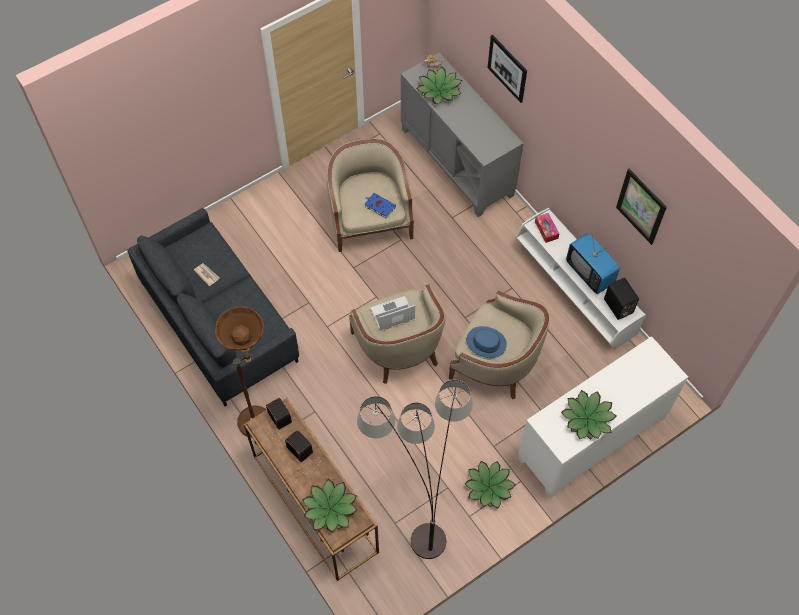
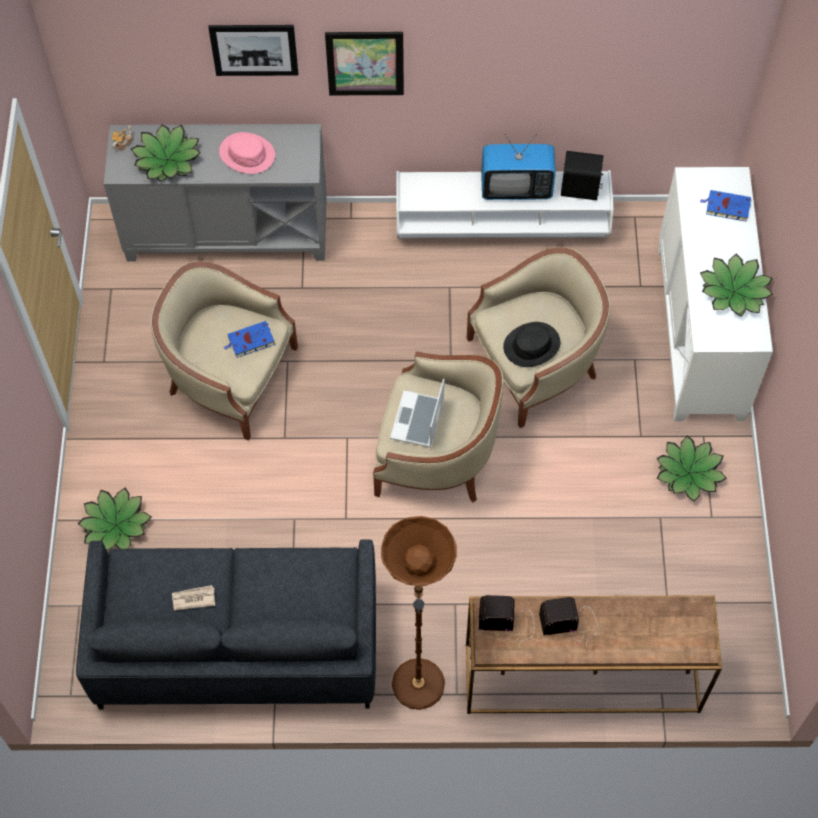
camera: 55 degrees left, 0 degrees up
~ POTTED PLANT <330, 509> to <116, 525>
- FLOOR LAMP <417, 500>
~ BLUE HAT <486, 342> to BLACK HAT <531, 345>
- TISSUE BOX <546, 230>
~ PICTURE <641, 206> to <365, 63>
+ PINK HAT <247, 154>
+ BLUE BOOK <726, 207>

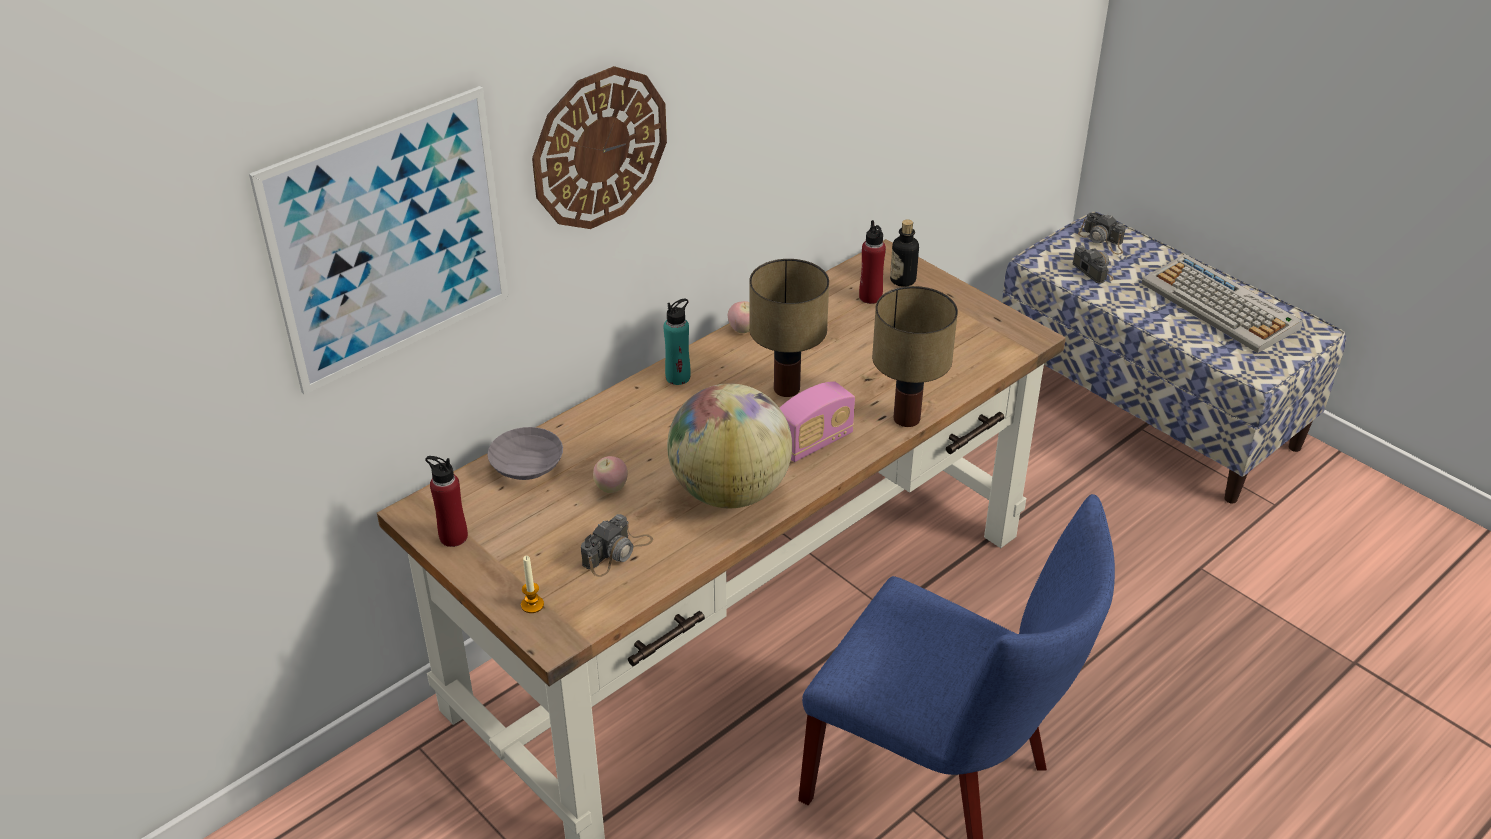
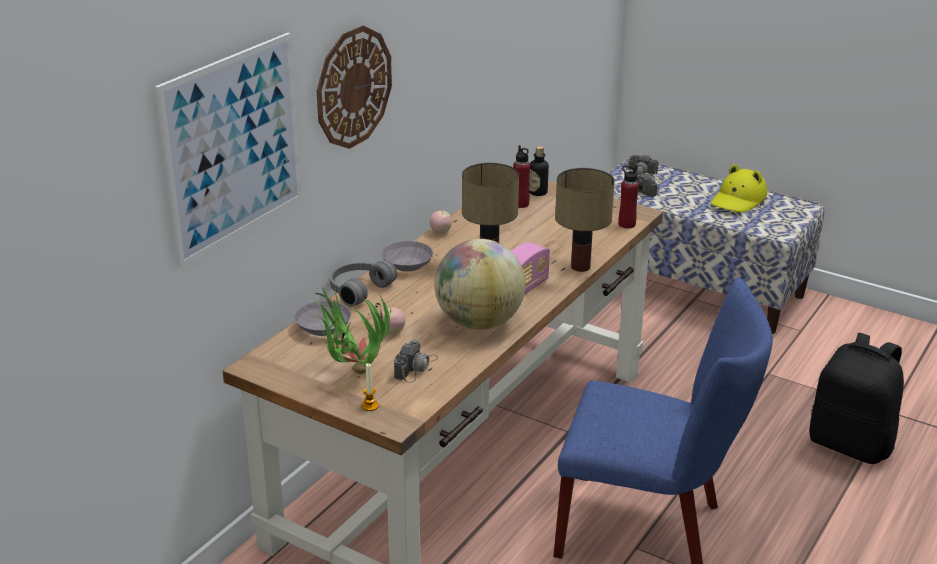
camera: 15 degrees left, 10 degrees down
~ RED BOTTLE <453, 537> to <626, 224>
~ TURQUOISE BOTTLE <678, 377> to GREY BOWL <408, 264>
~ KEYBOARD <1221, 306> to YELLOW HAT <738, 200>
+ POTTED PLANT <352, 375>
+ GREY HEADPHONES <358, 290>
+ BLACK BACKPACK <851, 444>

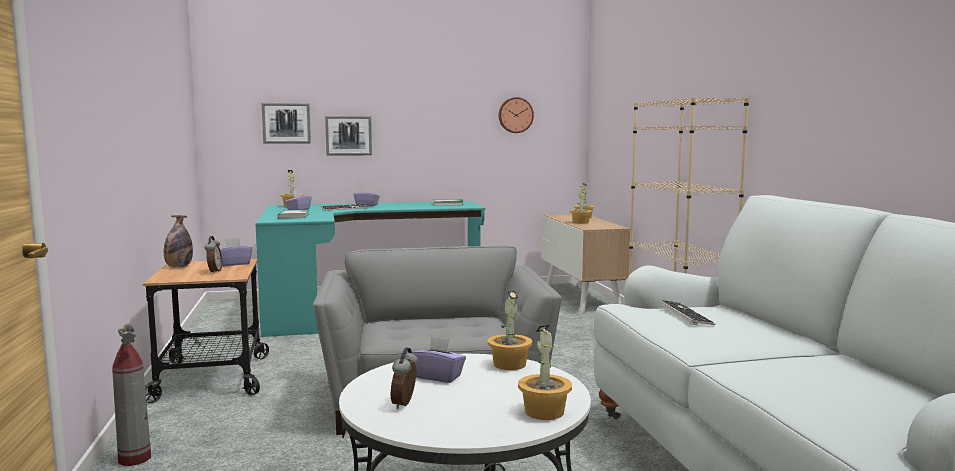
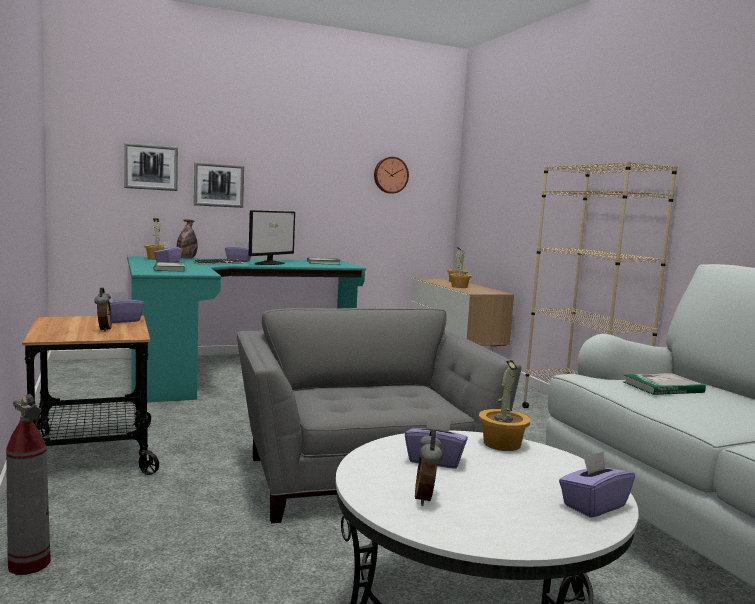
camera: 10 degrees left, 0 degrees up
~ BOTTLE <179, 267> to <186, 258>
~ POTTED PLANT <545, 412> to PURPLE TISSUE BOX <593, 506>
~ KEYBOARD <685, 314> to BOOK <663, 387>
+ MONITOR <270, 263>

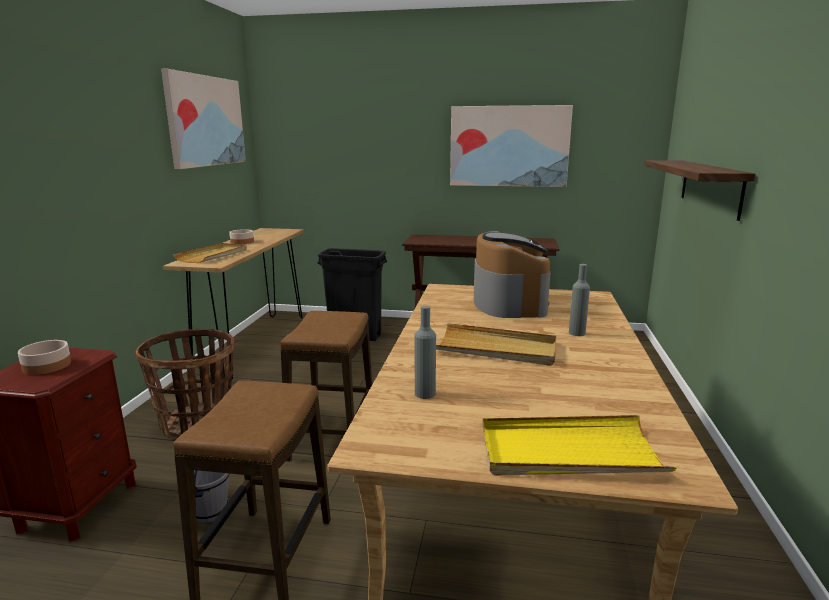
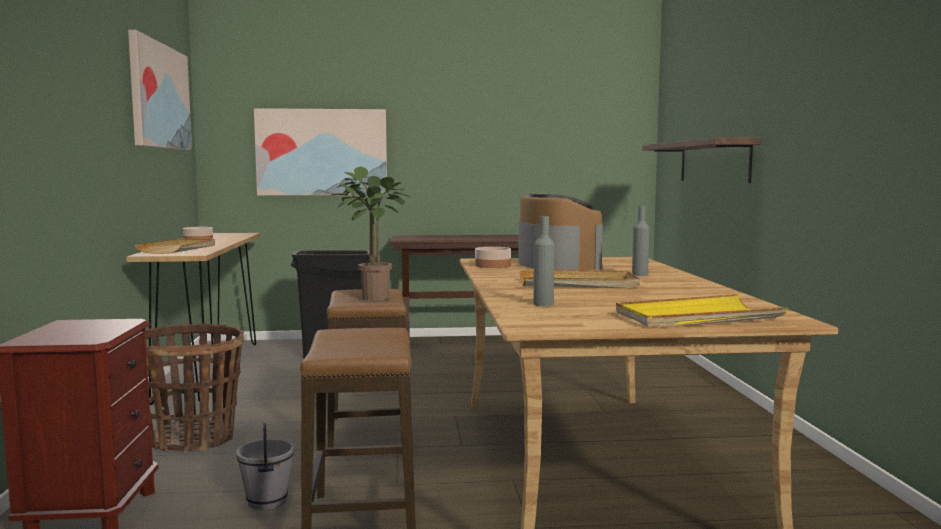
camera: 15 degrees left, 10 degrees down
~ BOWL <46, 366> to <492, 265>
~ PICTURE <509, 146> to <322, 152>
+ POTTED PLANT <370, 298>

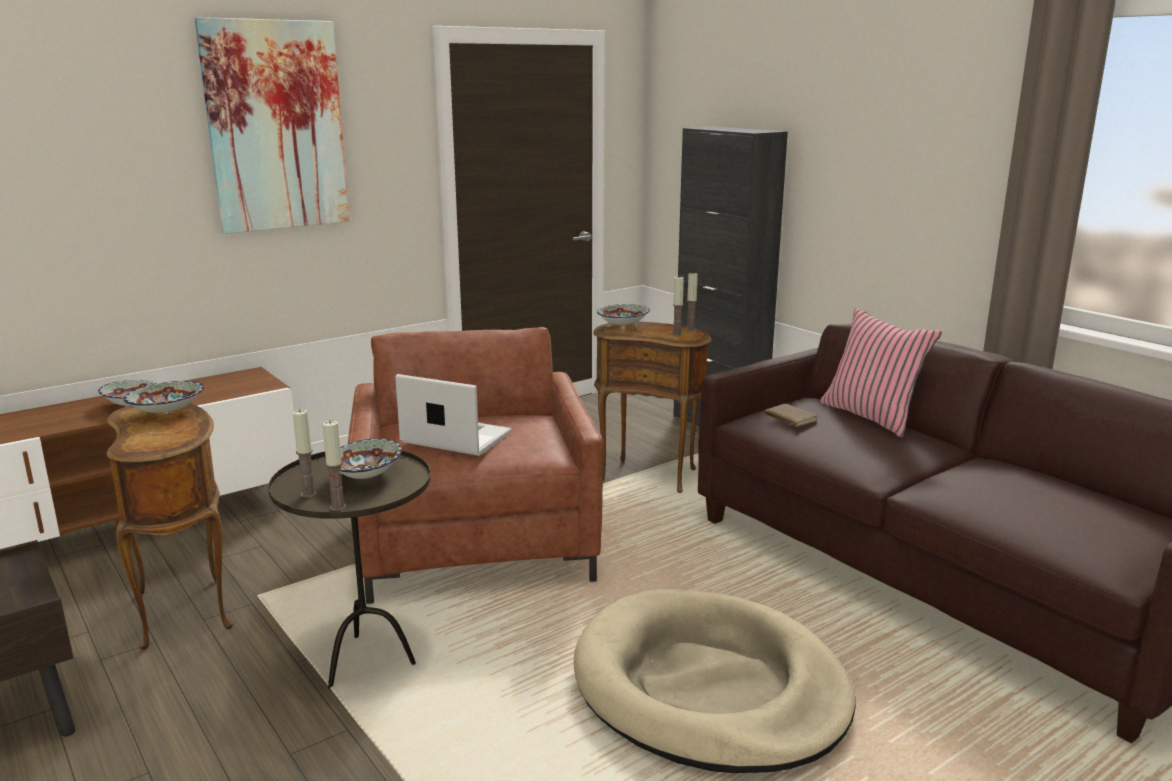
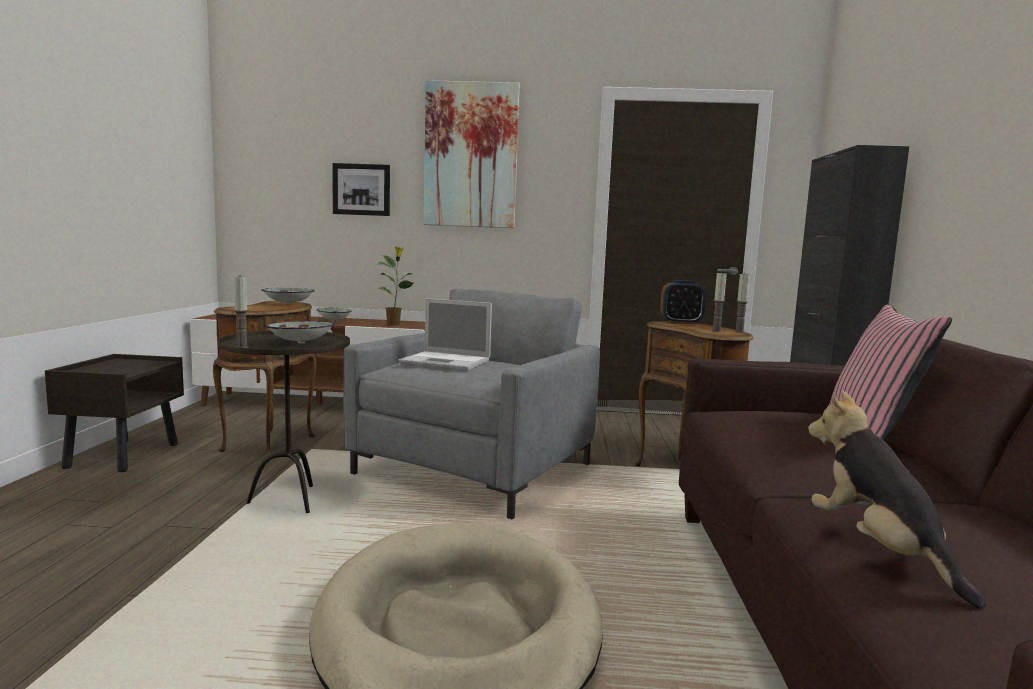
camera: 40 degrees right, 10 degrees down
- CANDLE <308, 494>
~ BROWN ARMCHAIR <476, 545> to GREY ARMCHAIR <475, 470>
~ LAPTOP <454, 437> = <447, 361> 135 degrees clockwise
~ BOWL <622, 325> to ALARM CLOCK <681, 322>
- BROWN BOOK <789, 418>
+ PICTURE <361, 189>
+ POTTED PLANT <394, 324>
+ PLUSH TOY <878, 551>

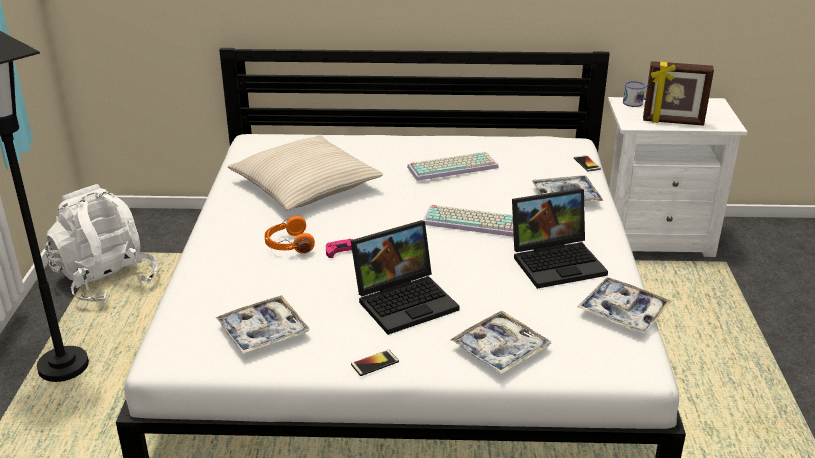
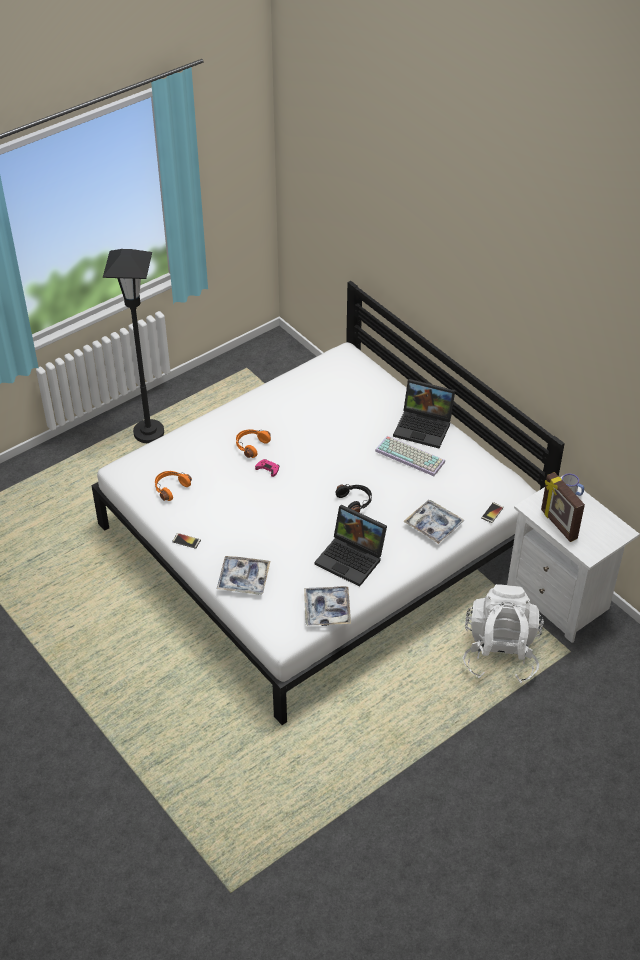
camera: 50 degrees right, 15 degrees up
~ WHITE BACKPACK <106, 280> to <500, 653>
~ TRAY <263, 332> to ORANGE HEADPHONES <170, 488>
- BEIGE PILLOW <306, 186>
~ LAPTOP <406, 300> to <424, 427>
~ KEYBOARD <474, 221> to BLACK HEADPHONES <355, 502>

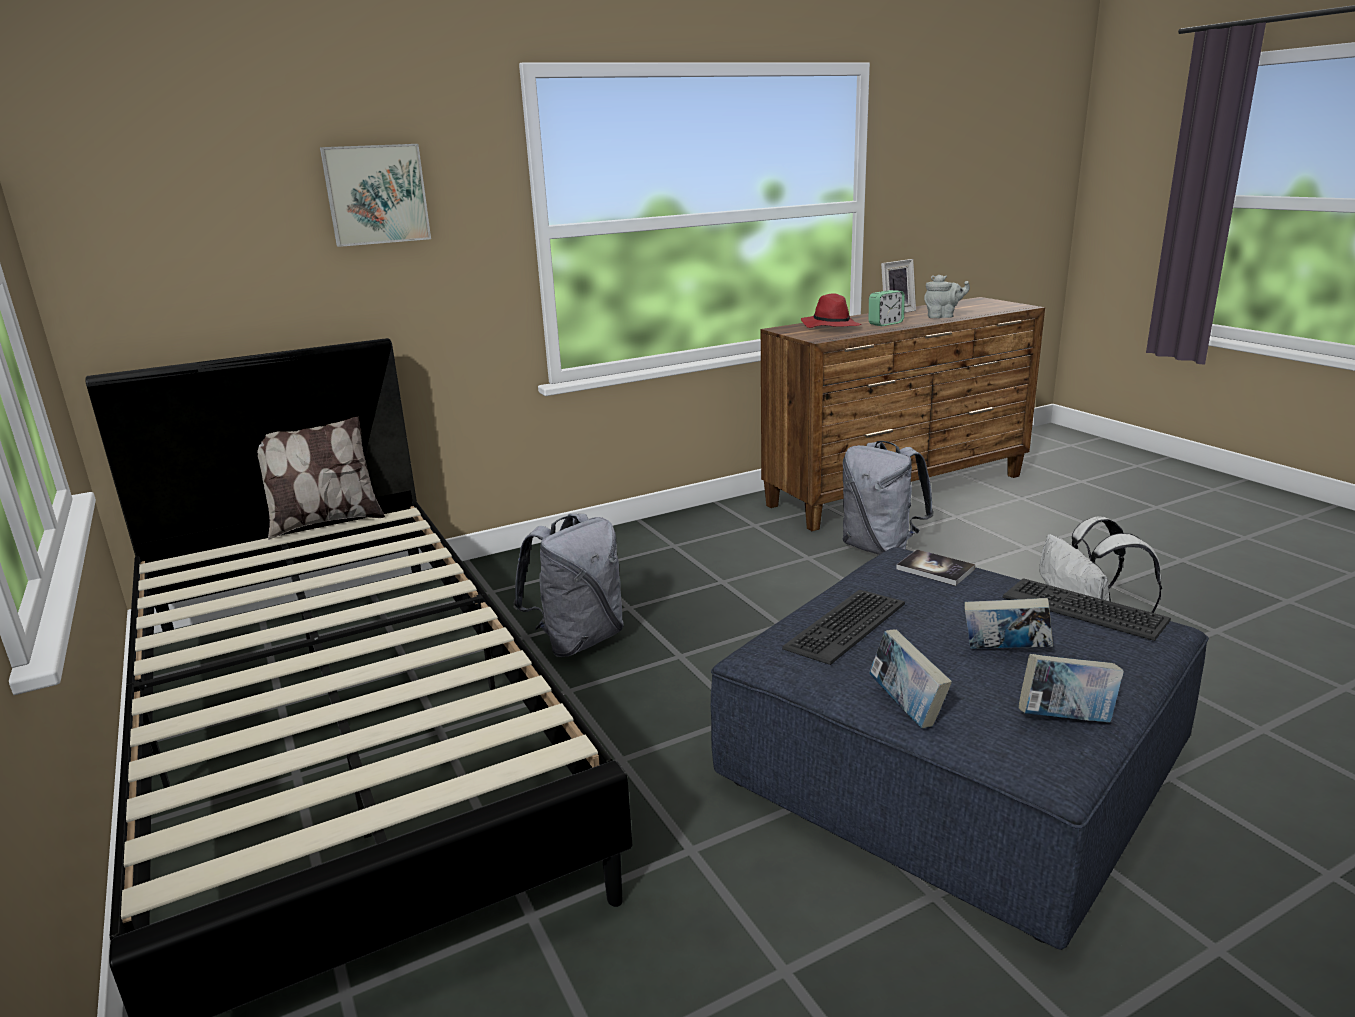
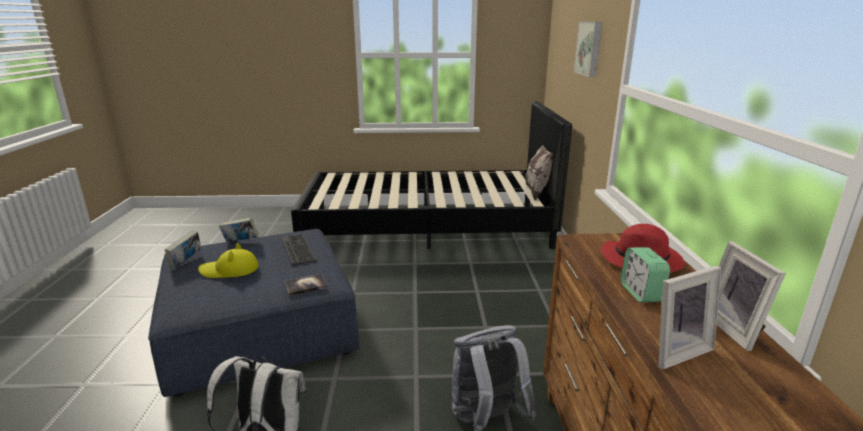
camera: 115 degrees right, 0 degrees up
- GREY BACKPACK <578, 640>
~ GREY TEAPOT <942, 317> to PICTURE FRAME <675, 350>
~ BOOK <1005, 652> to YELLOW HAT <229, 270>
- KEYBOARD <1084, 609>

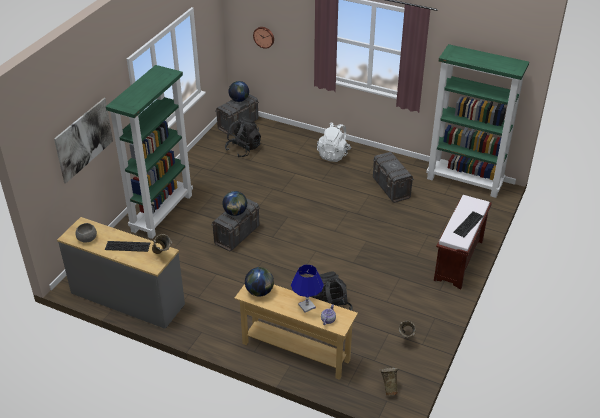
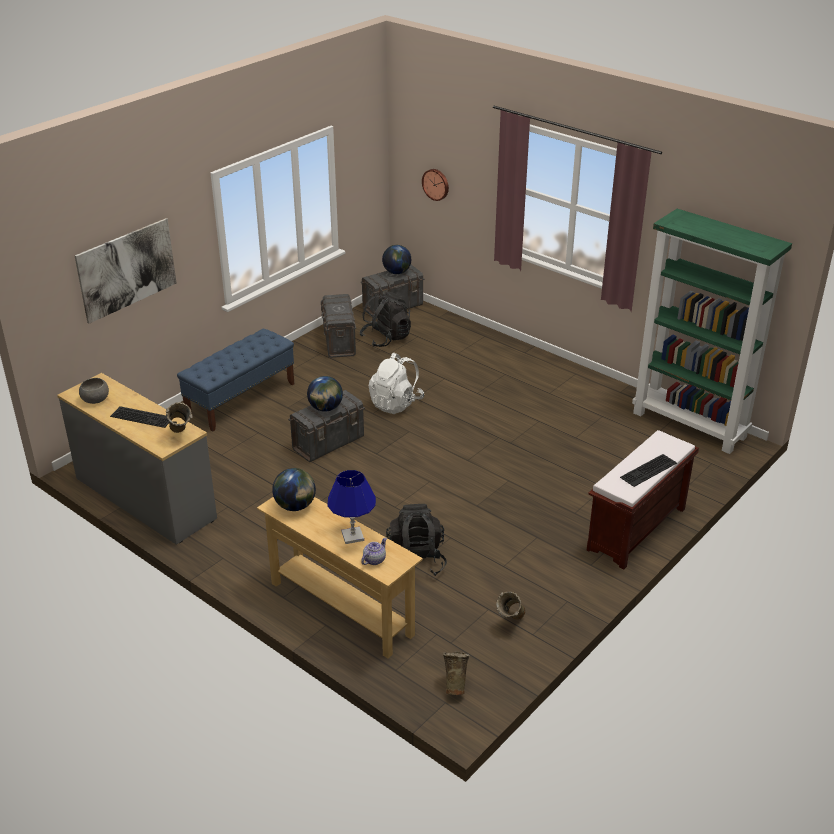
camera: 15 degrees right, 5 degrees down
~ GREEN BOOKCASE <162, 212> to BLUE BENCH <241, 399>
~ WHITE BACKPACK <333, 154> to <396, 403>
~ GREY STORAGE BOX <391, 188> to <339, 342>

